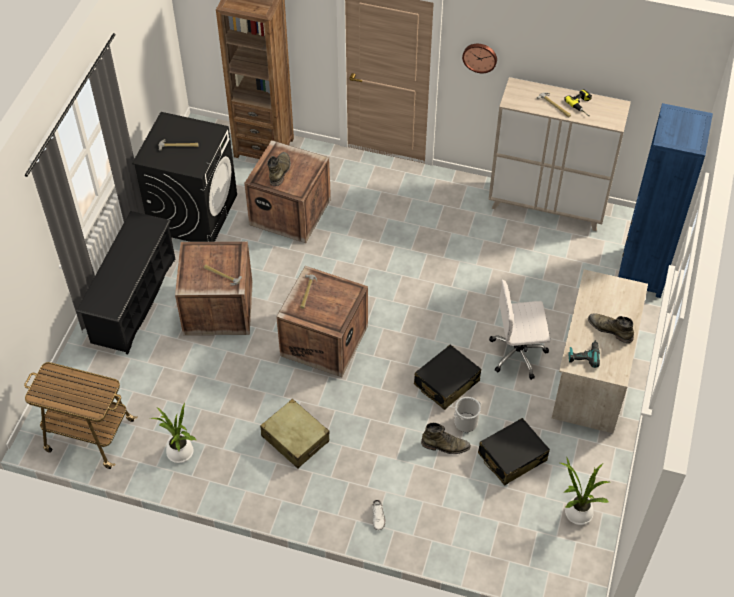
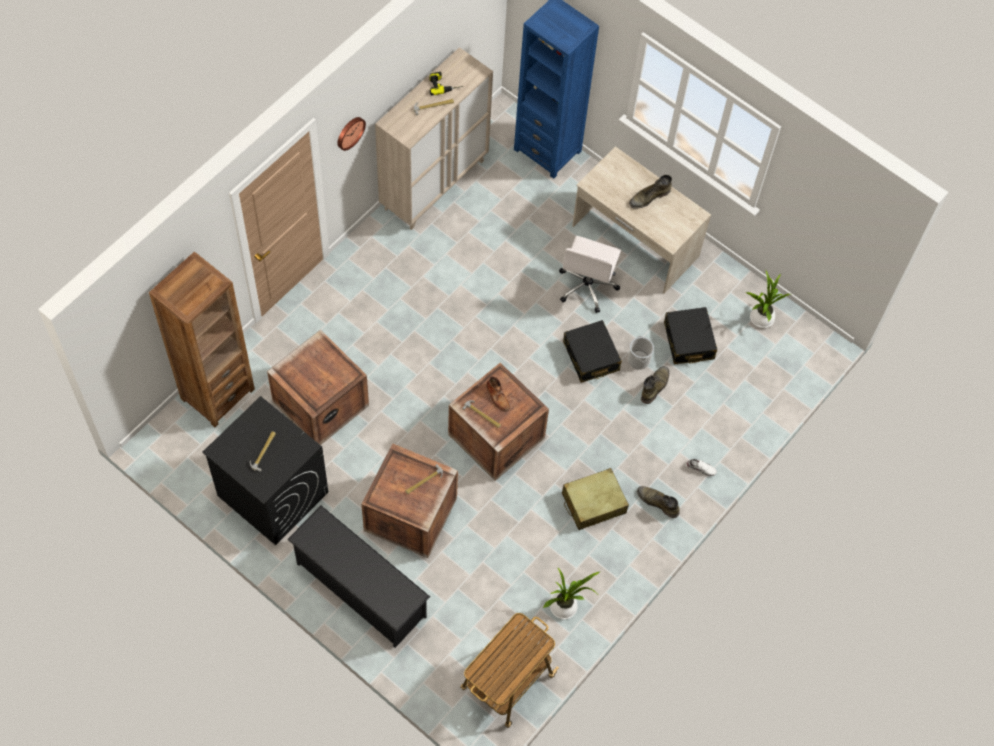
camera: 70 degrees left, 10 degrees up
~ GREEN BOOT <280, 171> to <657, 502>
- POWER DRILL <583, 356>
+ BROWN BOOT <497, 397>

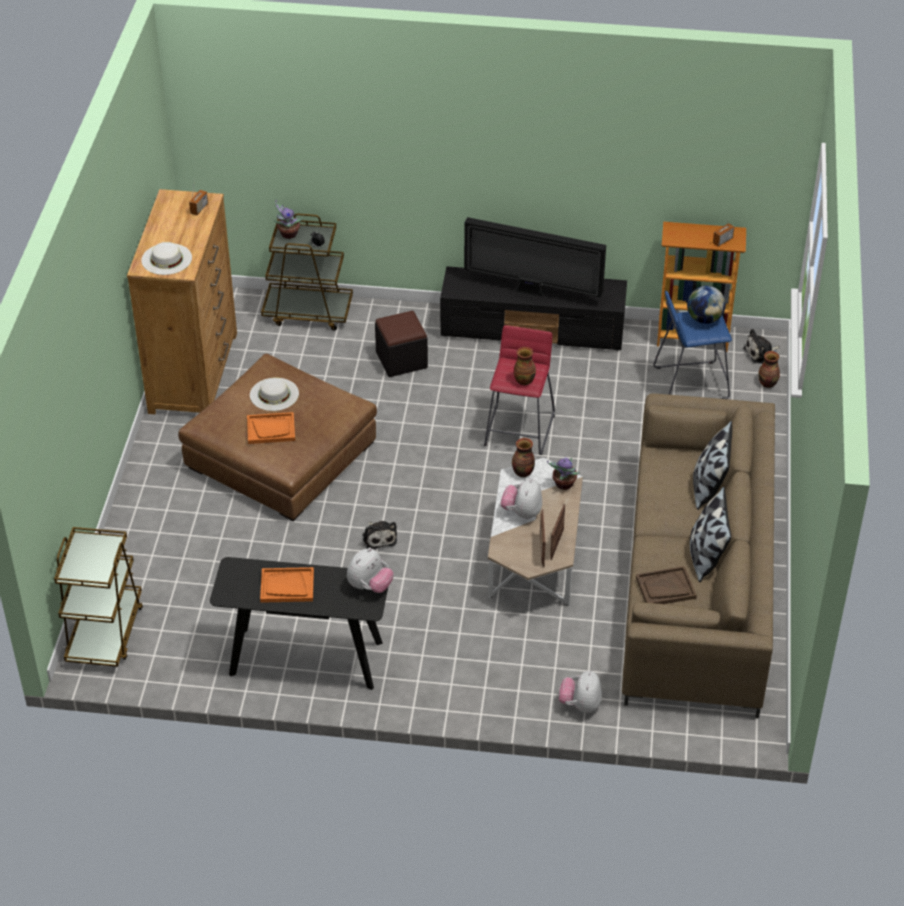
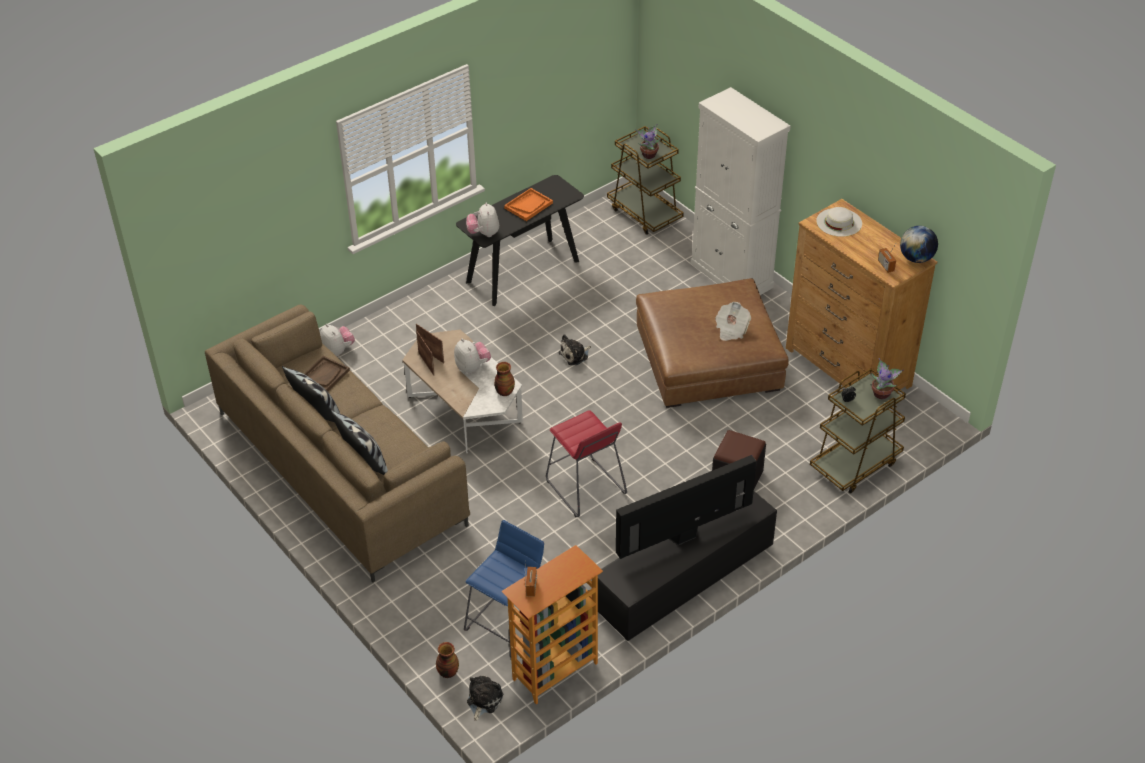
camera: 135 degrees right, 0 degrees up
- ORANGE TRAY <271, 429>
~ WHITE HAT <274, 394> to NEWSPAPER <731, 329>
~ PLUSH TOY <378, 538> = <575, 355> 60 degrees counterclockwise
- VASE <524, 380>
~ POTTED PLANT <563, 485> to <648, 154>
~ GLOBE <704, 319> to <916, 258>
+ WHITE CABINET <731, 275>

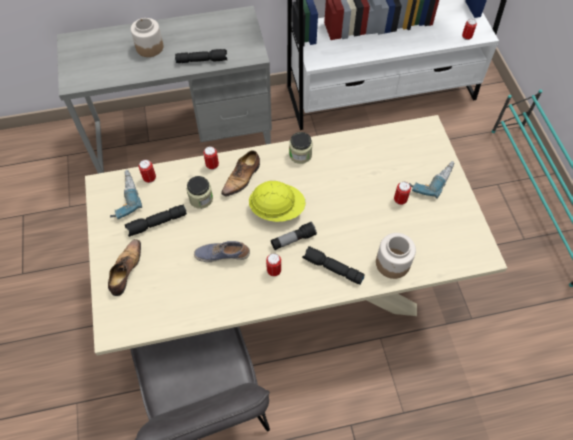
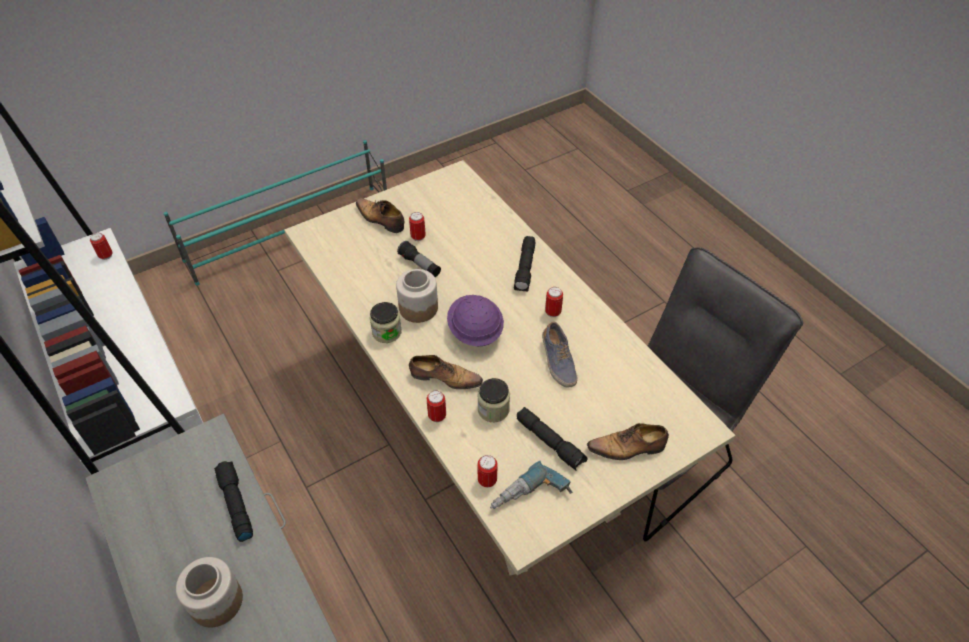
camera: 110 degrees left, 10 degrees down
~ YELLOW HARD HAT <277, 209> to PURPLE HARD HAT <475, 331>
~ FLASHLIGHT <293, 240> to <420, 265>
~ JAR <393, 263> to <418, 308>
~ POWER DRILL <431, 179> to SHOE <380, 219>

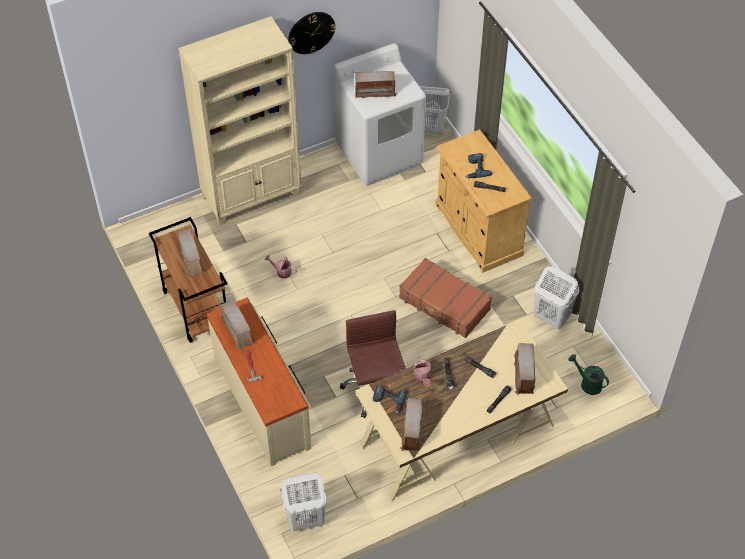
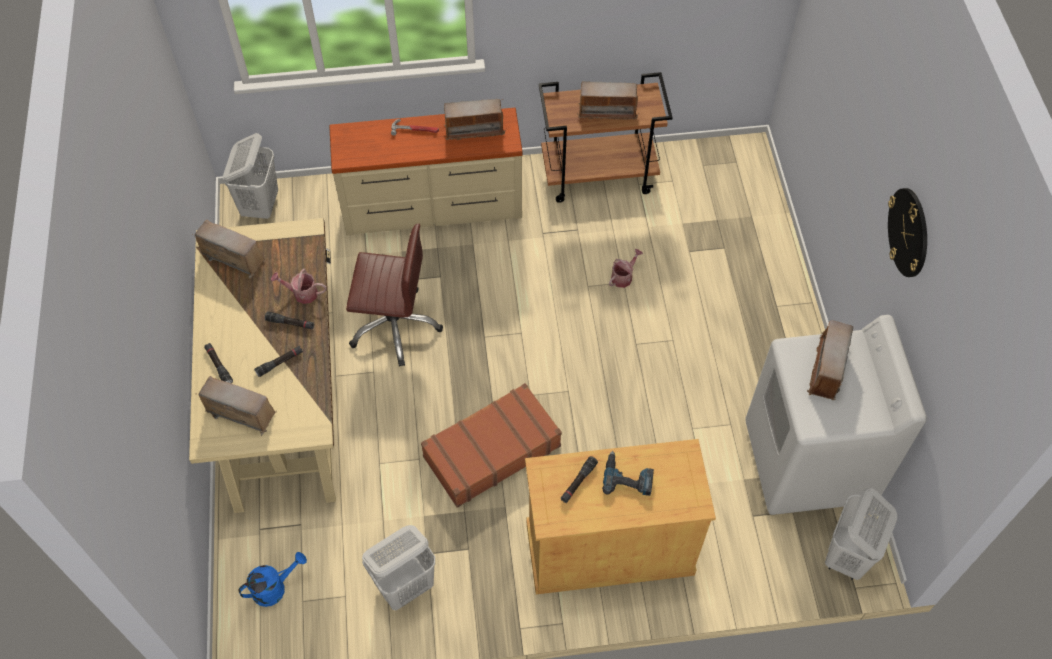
camera: 110 degrees right, 5 degrees up
- BEIGE BOOKCASE <252, 195>
- POWER DRILL <389, 401>
~ GREEN WATERING CAN <587, 383> to BLUE WATERING CAN <275, 587>

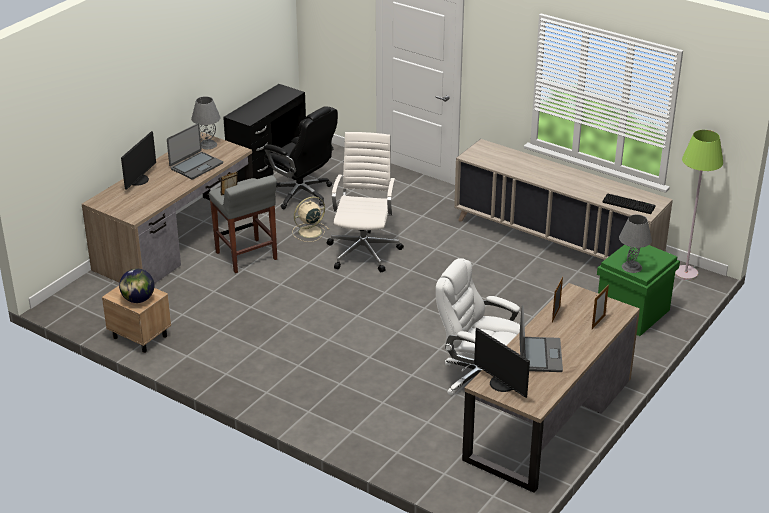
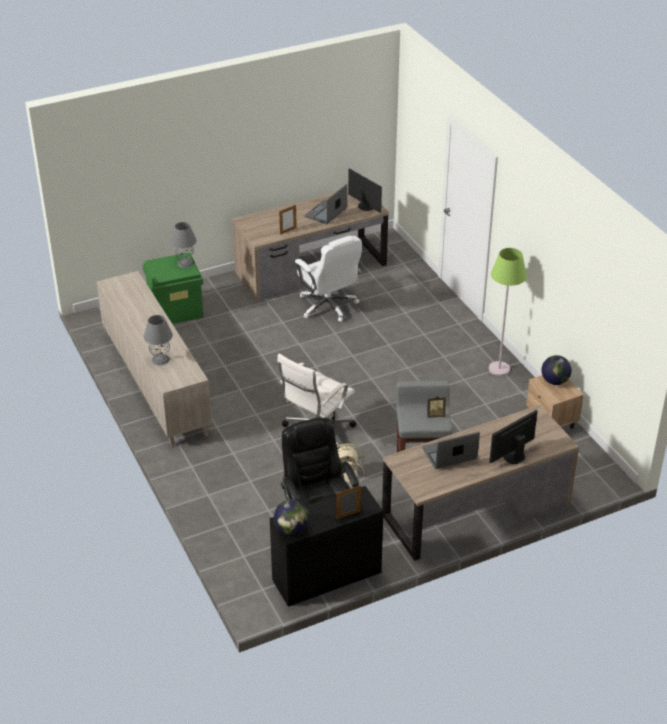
camera: 150 degrees left, 5 degrees up
~ GREY TABLE LAMP <208, 144> to <160, 360>
~ MONITOR <501, 384> = <365, 206> 150 degrees clockwise
~ PICTURE FRAME <598, 322> to <348, 515>
- KEYBOARD <629, 204>
~ GREEN FLOOR LAMP <685, 273> to <499, 369>
+ GLOBE <291, 529>

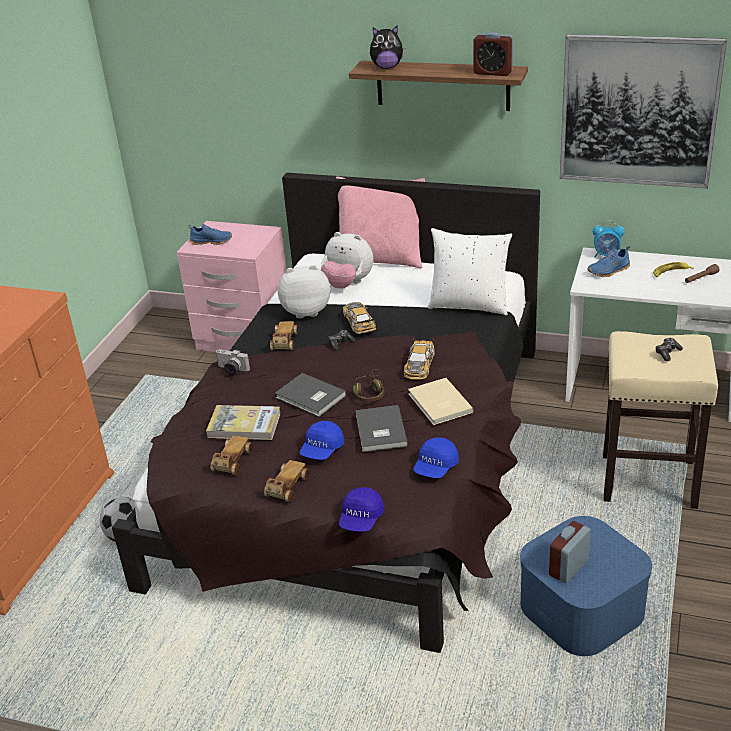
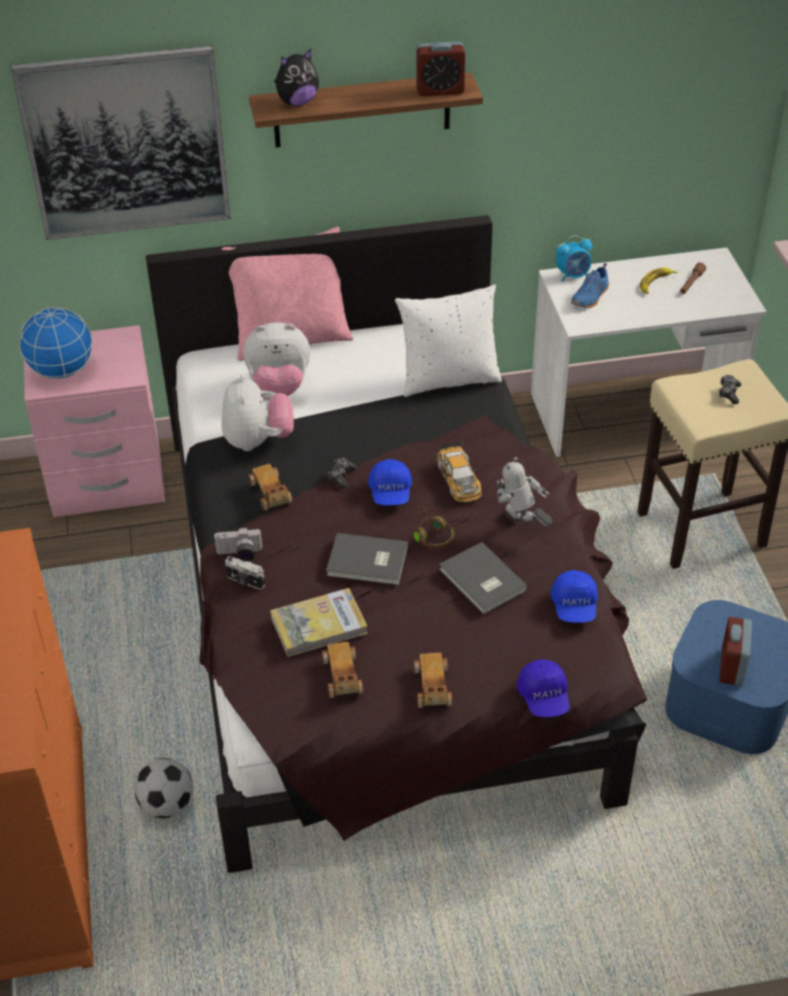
camera: 30 degrees left, 10 degrees up
~ BLUE SHOE <211, 241> to GLOBE <61, 371>
~ PLUSH TOY <306, 311> = <258, 441> 120 degrees clockwise
~ BLUE CAP <322, 450> to <390, 493>
- TOY CAR <359, 321>
~ BEIGE BOOK <439, 404> to TOY ROBOT <520, 525>
~ PICTURE <638, 111> to <126, 143>
+ PHOTO CAMERA <245, 582>

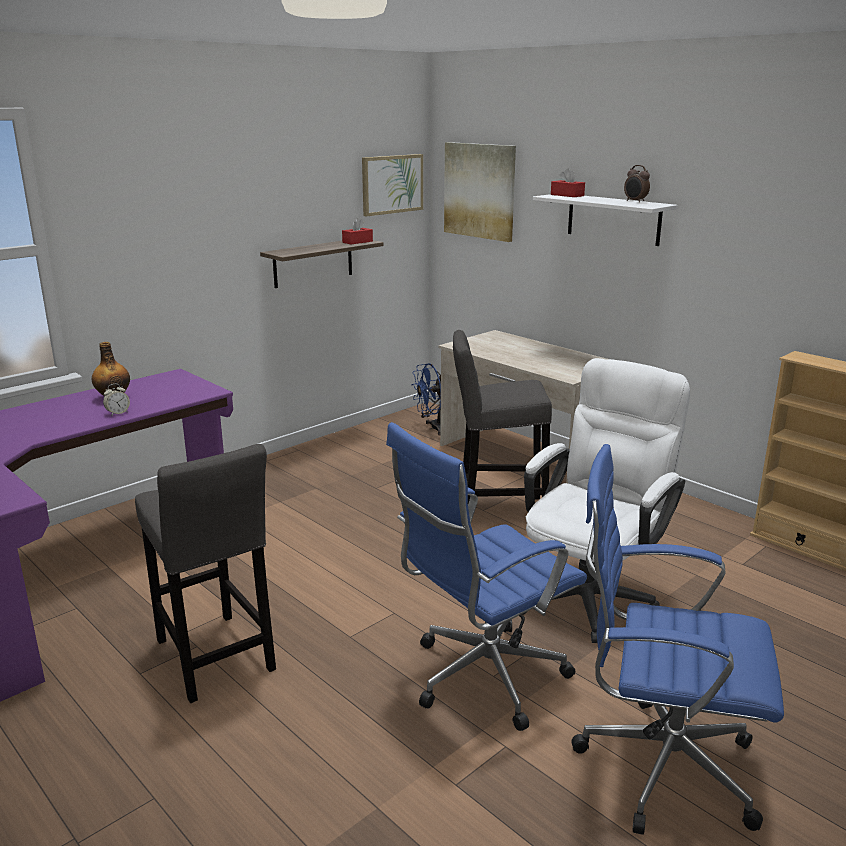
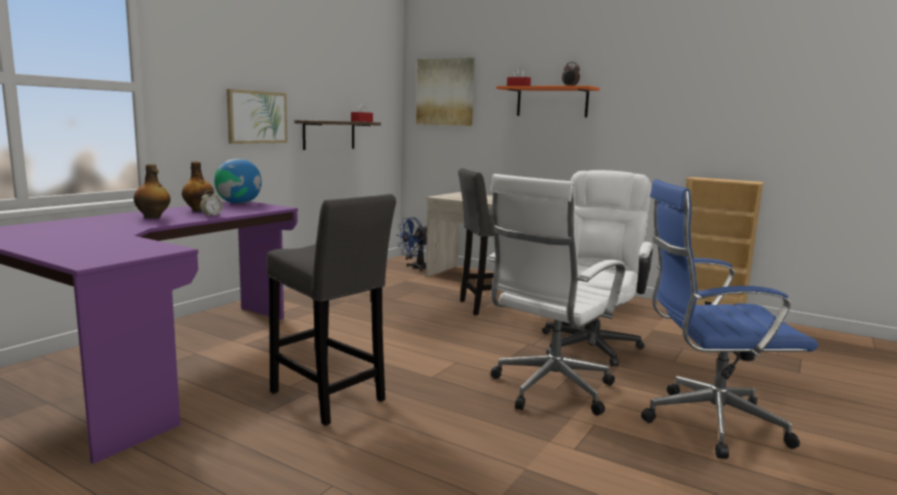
camera: 15 degrees left, 10 degrees down
~ PICTURE <392, 184> to <257, 117>
~ BLUE OFFICE CHAIR <481, 678> to WHITE OFFICE CHAIR <549, 391>
~ WHITE SHELF <613, 219> to ORANGE SHELF <552, 102>
+ BOTTLE <153, 217>
+ GLOBE <238, 203>

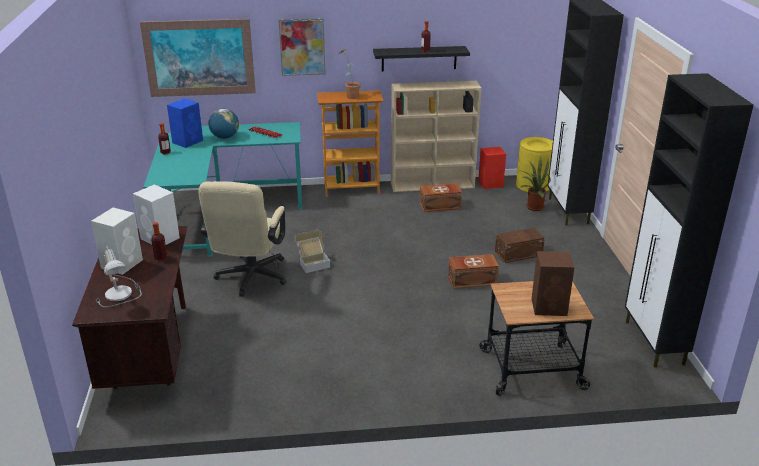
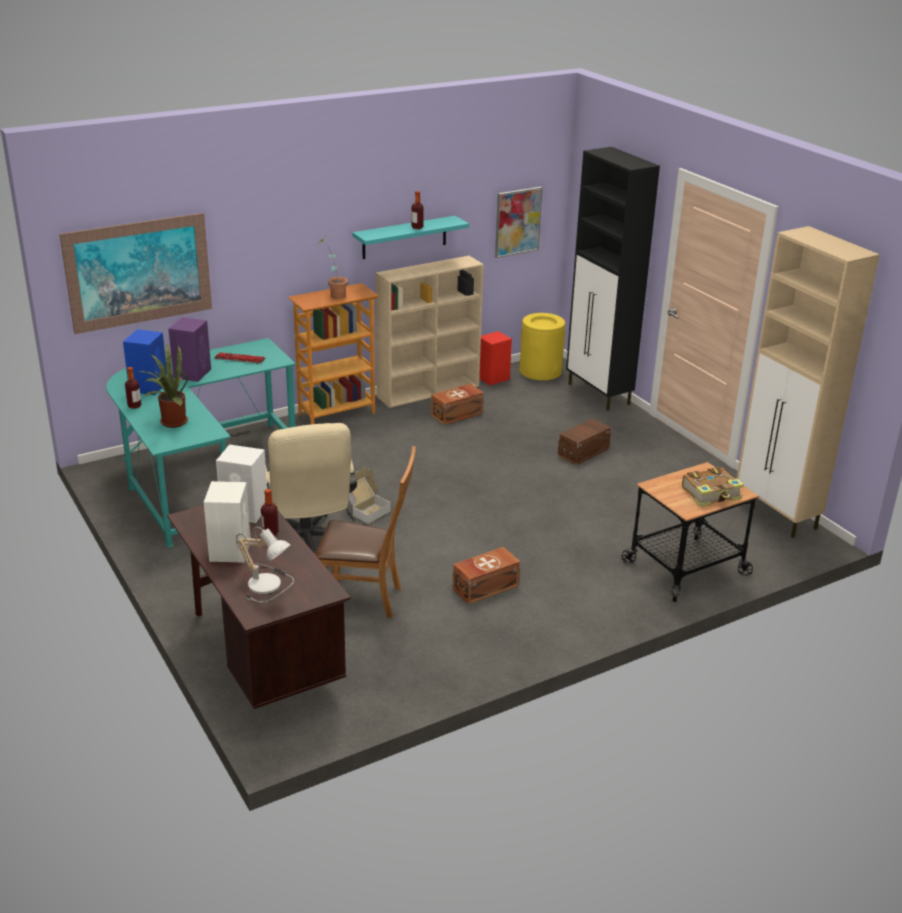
camera: 25 degrees left, 0 degrees up
~ GLOBE <225, 137> to PURPLE SPEAKER <193, 373>
~ PICTURE <302, 47> to <517, 222>
~ BLACK SHELF <419, 58> to TURQUOISE SHELF <404, 237>
~ BROWN STORAGE BOX <471, 280> to <484, 587>
~ POTTED PLANT <533, 207> to <171, 422>
~ BROWN SPEAKER <550, 307> to BOOK <711, 494>
~ BLACK CABINET <654, 343> to BEIGE CABINET <777, 515>
+ BROWN CHAIR <367, 599>

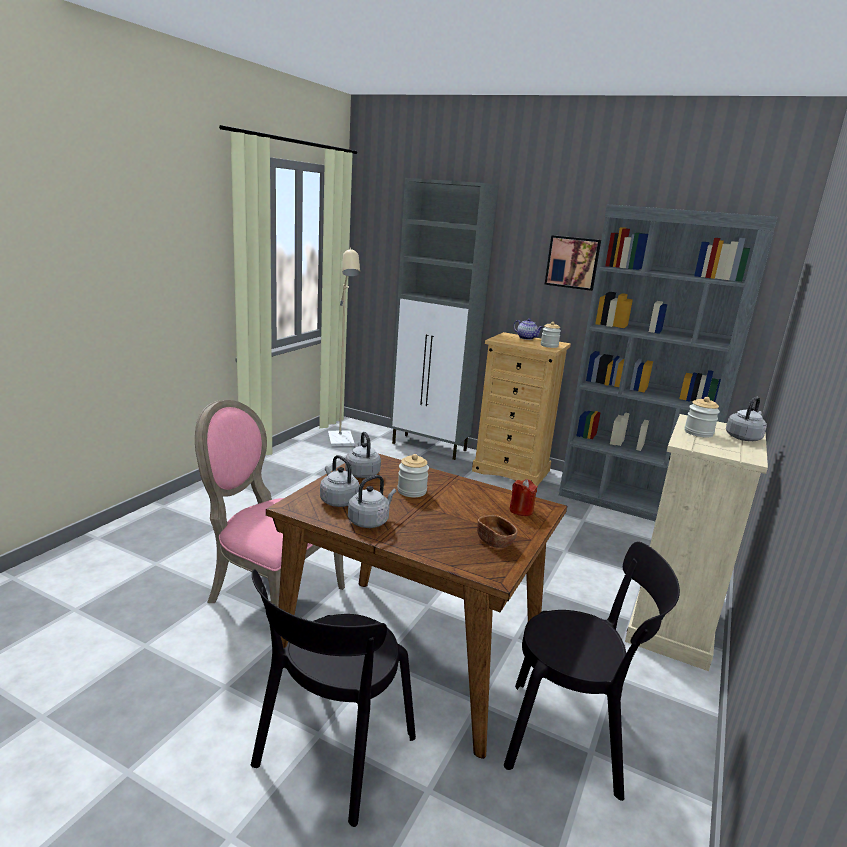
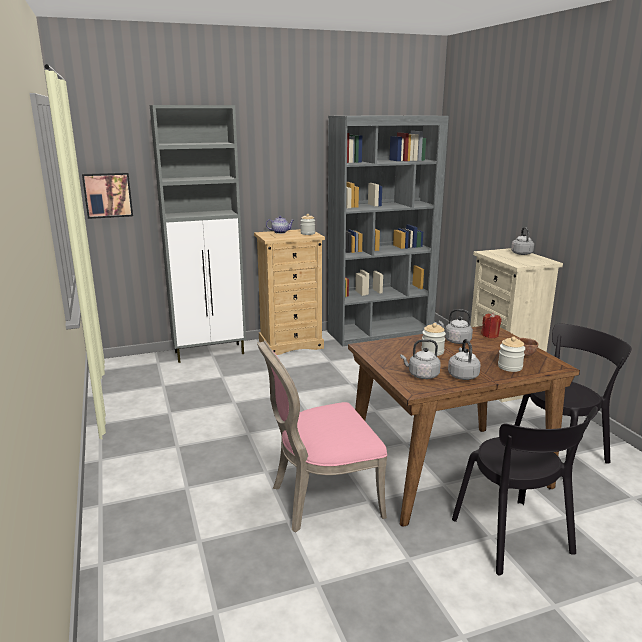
camera: 45 degrees left, 0 degrees up
- BEIGE FLOOR LAMP <341, 442>
~ GREY KETTLE <362, 473> to <456, 341>
~ PICTURE <573, 262> to <108, 195>
~ JAR <698, 433> to <510, 367>

